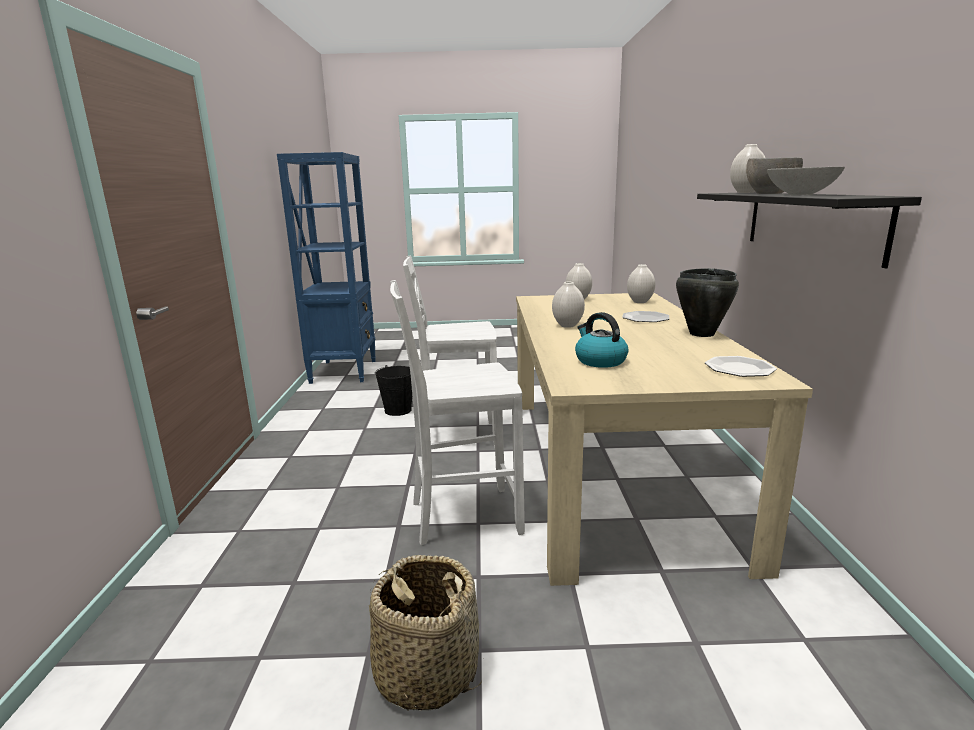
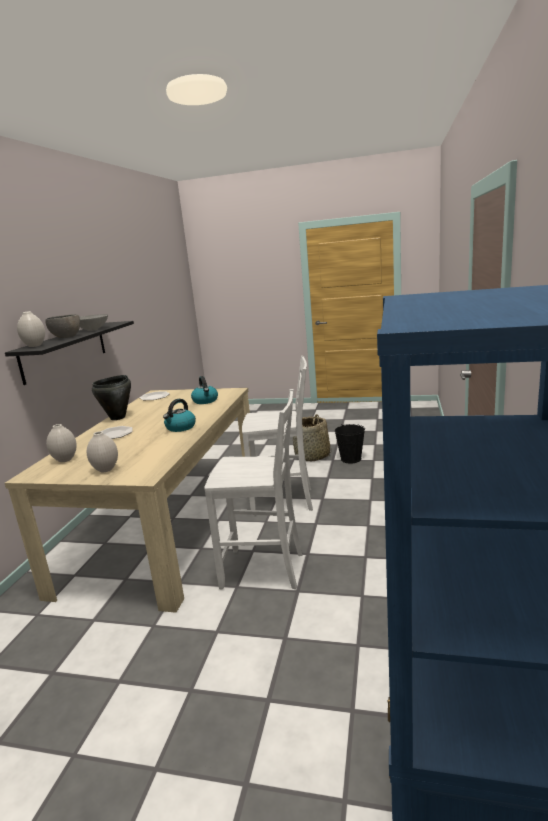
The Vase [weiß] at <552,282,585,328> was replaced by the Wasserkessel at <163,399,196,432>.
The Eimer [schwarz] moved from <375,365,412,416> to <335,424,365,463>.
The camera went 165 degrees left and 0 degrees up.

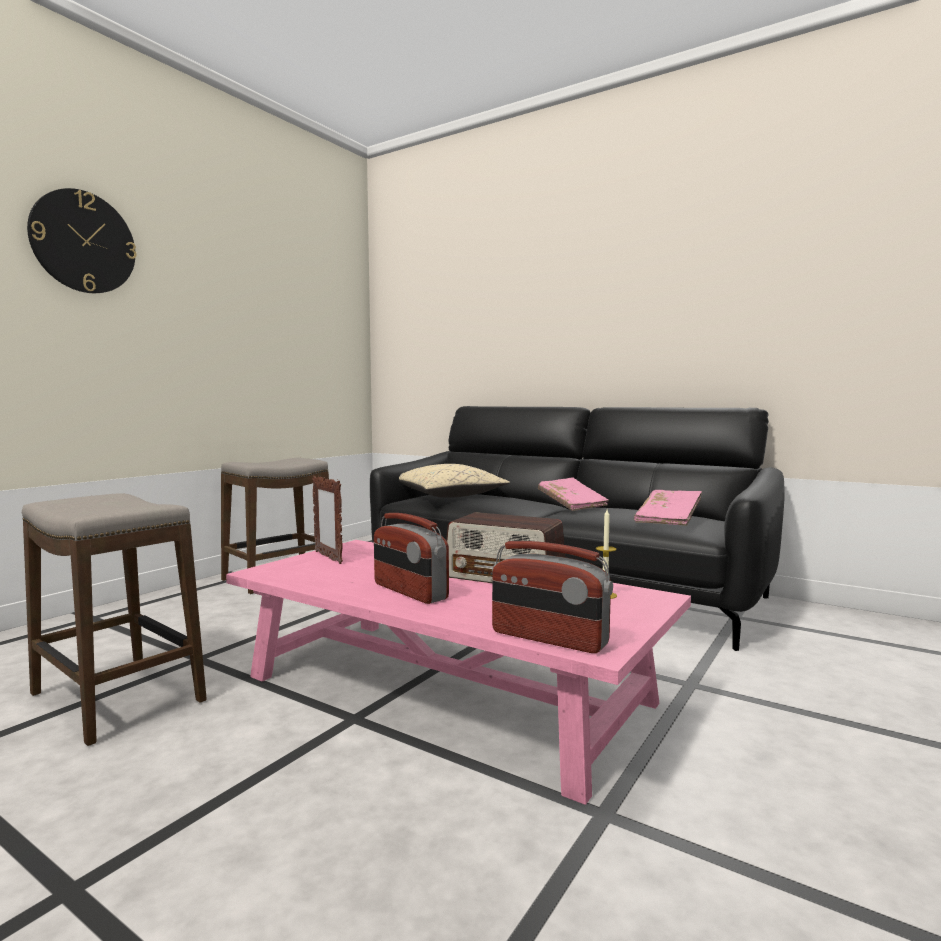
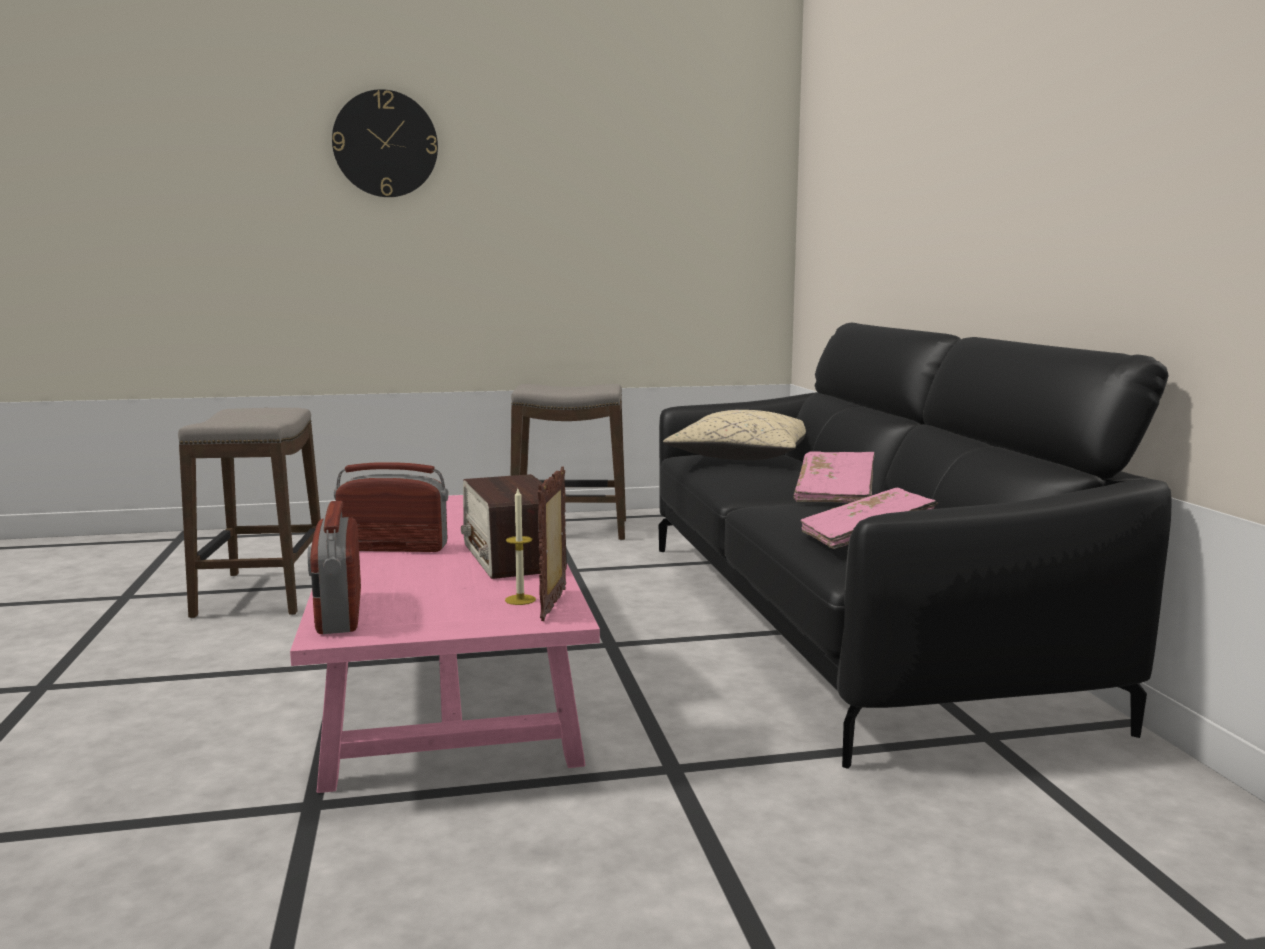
The Bilderrahmen moved from <312,476,343,564> to <537,467,566,621>.
The Radio at <374,513,449,604> turned 90 degrees clockwise.
The camera went 45 degrees right and 5 degrees up.

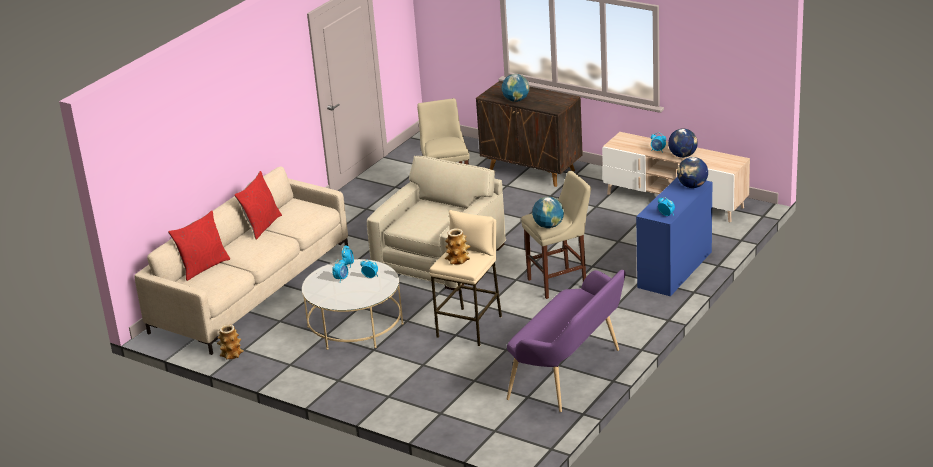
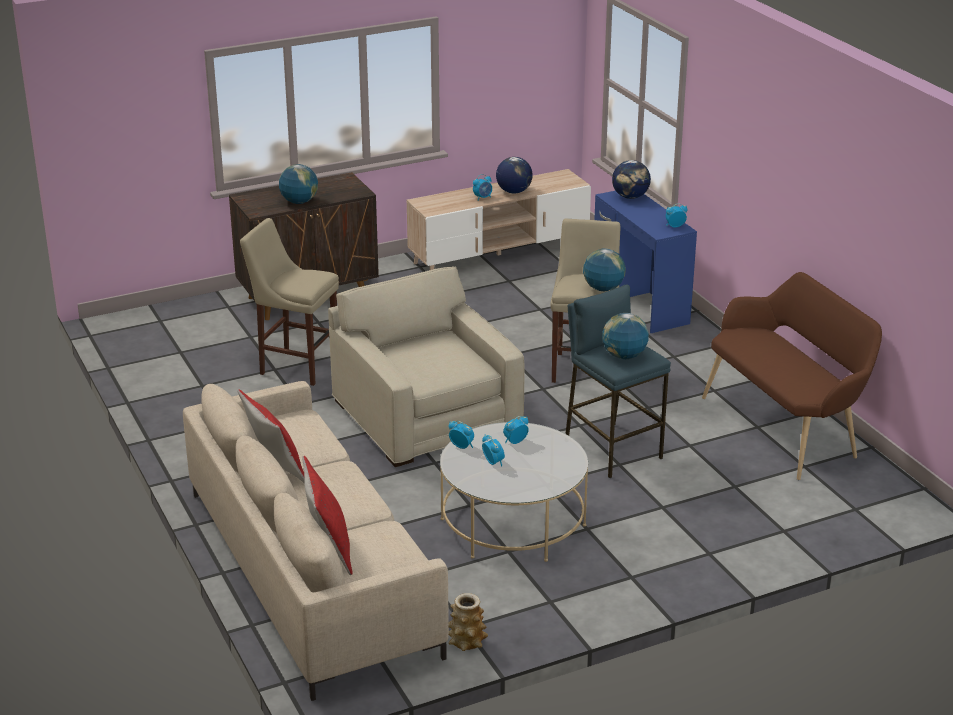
The Hocker [beige] at <430,210,502,346> became the Hocker [blau] at <565,284,671,478>.
The Vase at <445,228,471,265> was replaced by the Globus at <602,313,649,359>.
The Bank [lila] at <507,270,626,412> became the Bank [braun] at <702,272,882,480>.
The camera went 60 degrees left and 0 degrees up.

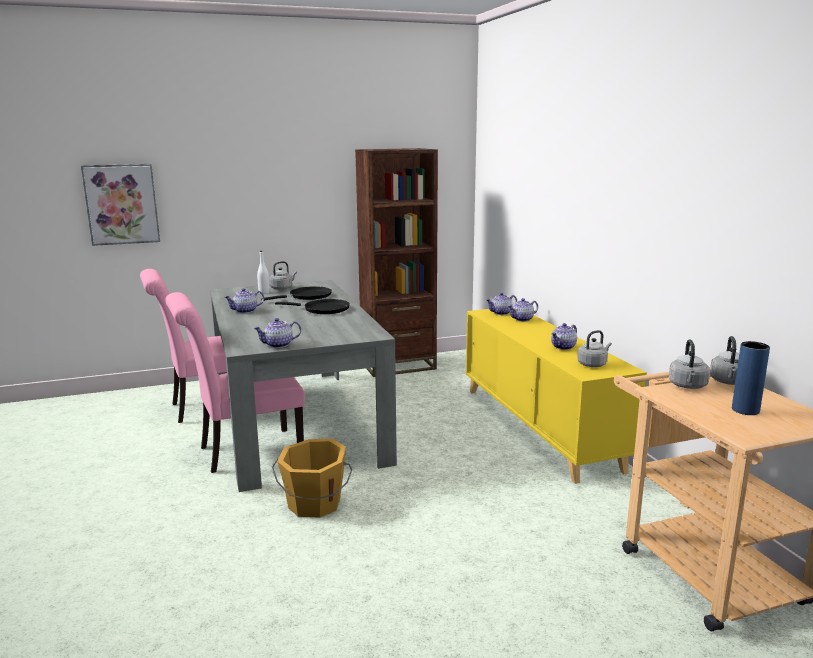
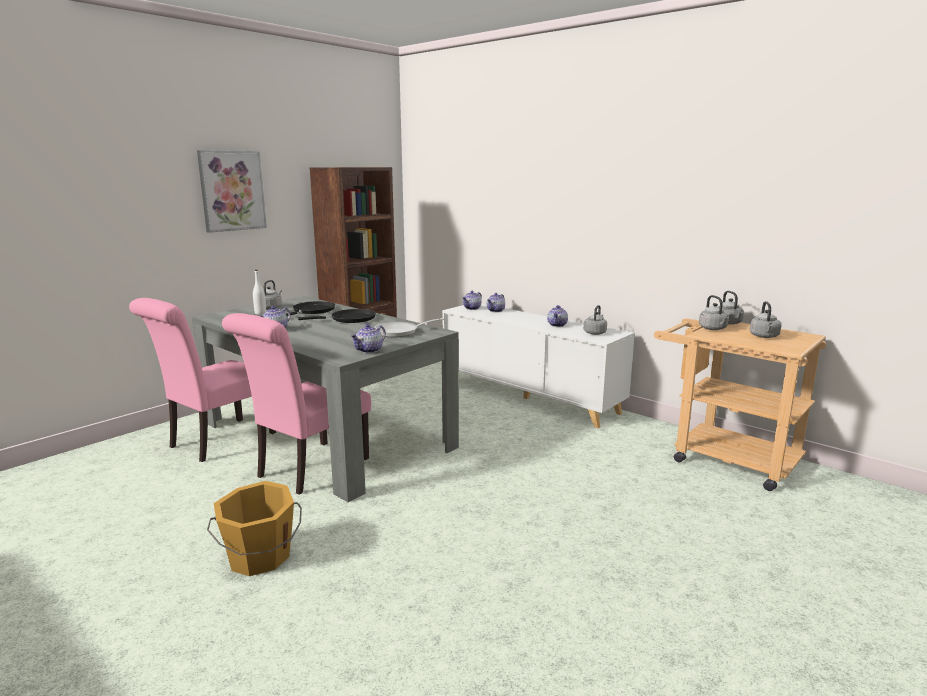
The Bild moved from <81,164,160,246> to <197,150,267,233>.
The Schrank [gelb] at <466,309,647,484> became the Schrank [weiß] at <442,304,635,428>.
The Vase [blau] at <732,341,770,415> was replaced by the Wasserkessel [grau] at <749,301,782,338>.
The Eimer [orange] moved from <272,439,352,518> to <207,481,302,576>.
The Pfanne at <375,318,444,337> appeared.
The camera went 30 degrees left and 0 degrees up.

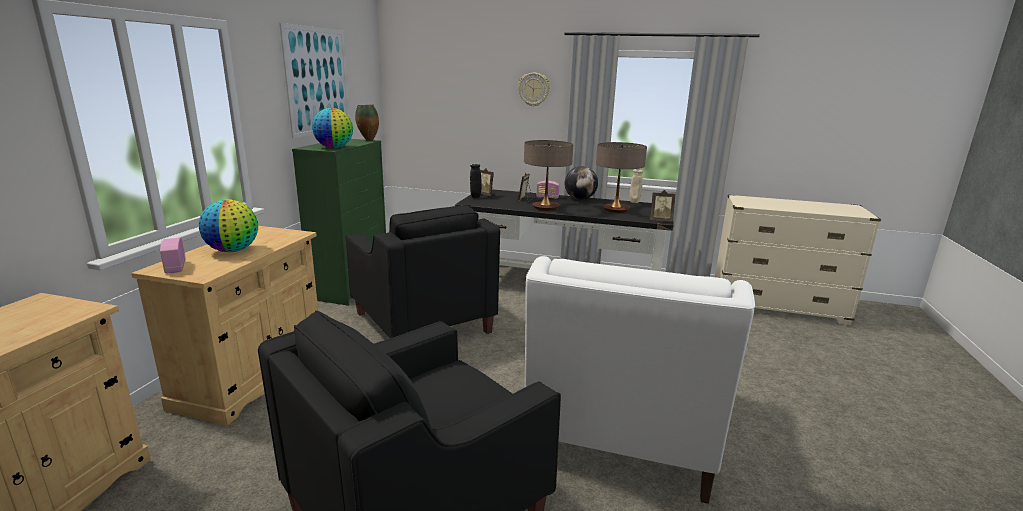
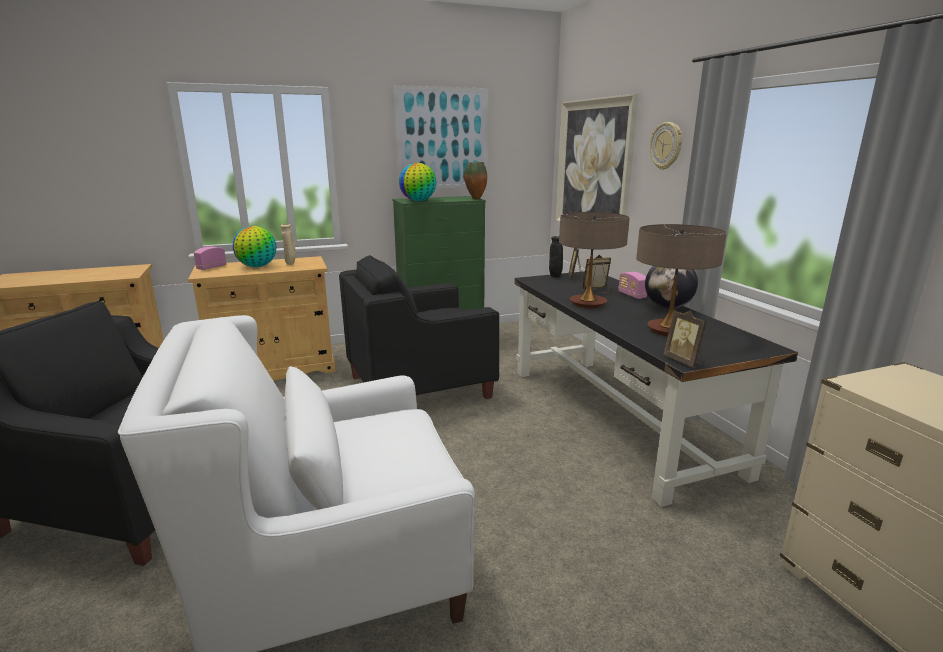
The Vase [beige] moved from <630,169,643,203> to <281,224,296,265>.
The Sessel [schwarz] at <346,205,500,338> turned 45 degrees clockwise.
The Bild at <556,94,639,222> appeared.
The camera went 55 degrees right and 0 degrees up.

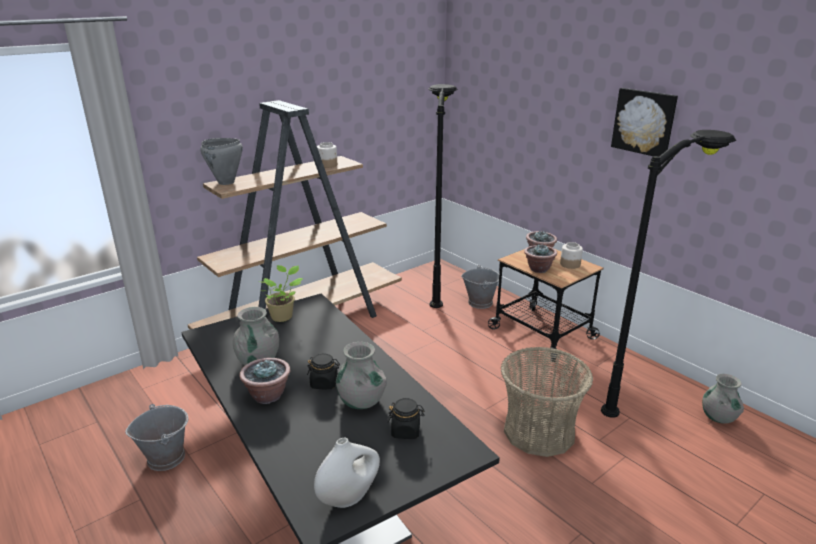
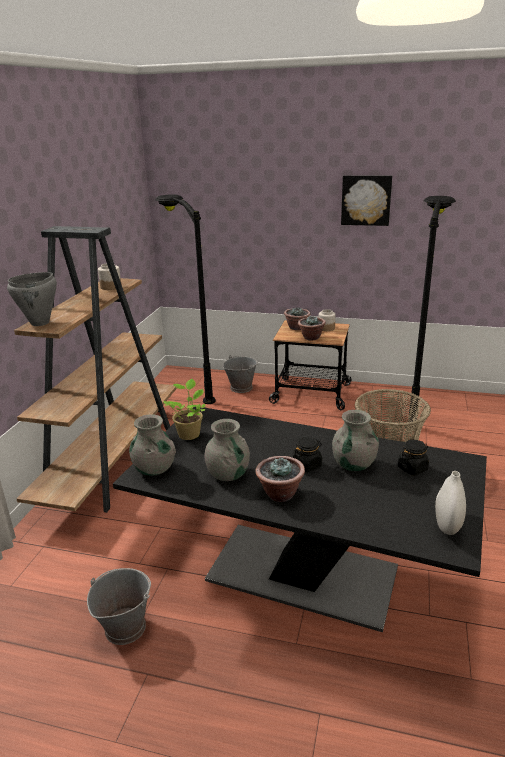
The Vase [grau] moved from <702,374,744,424> to <129,414,176,476>.
The camera went 35 degrees left and 0 degrees up.

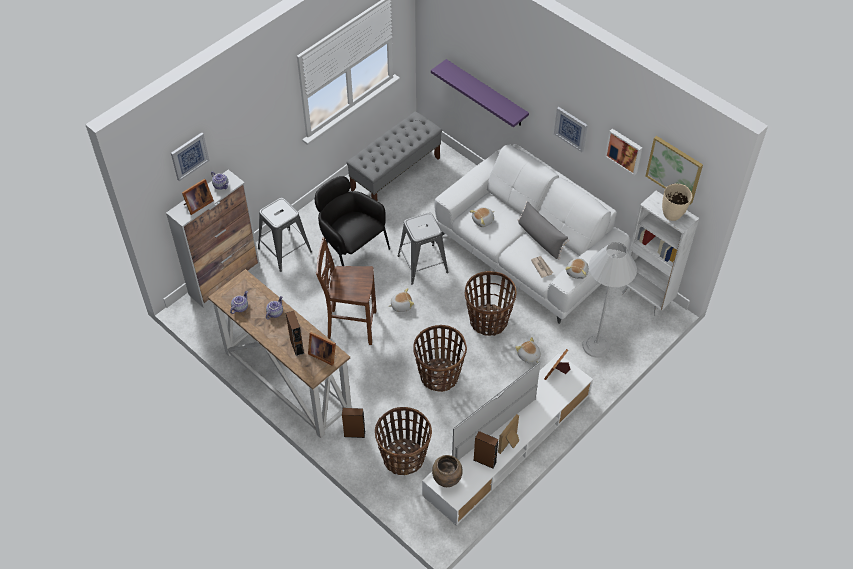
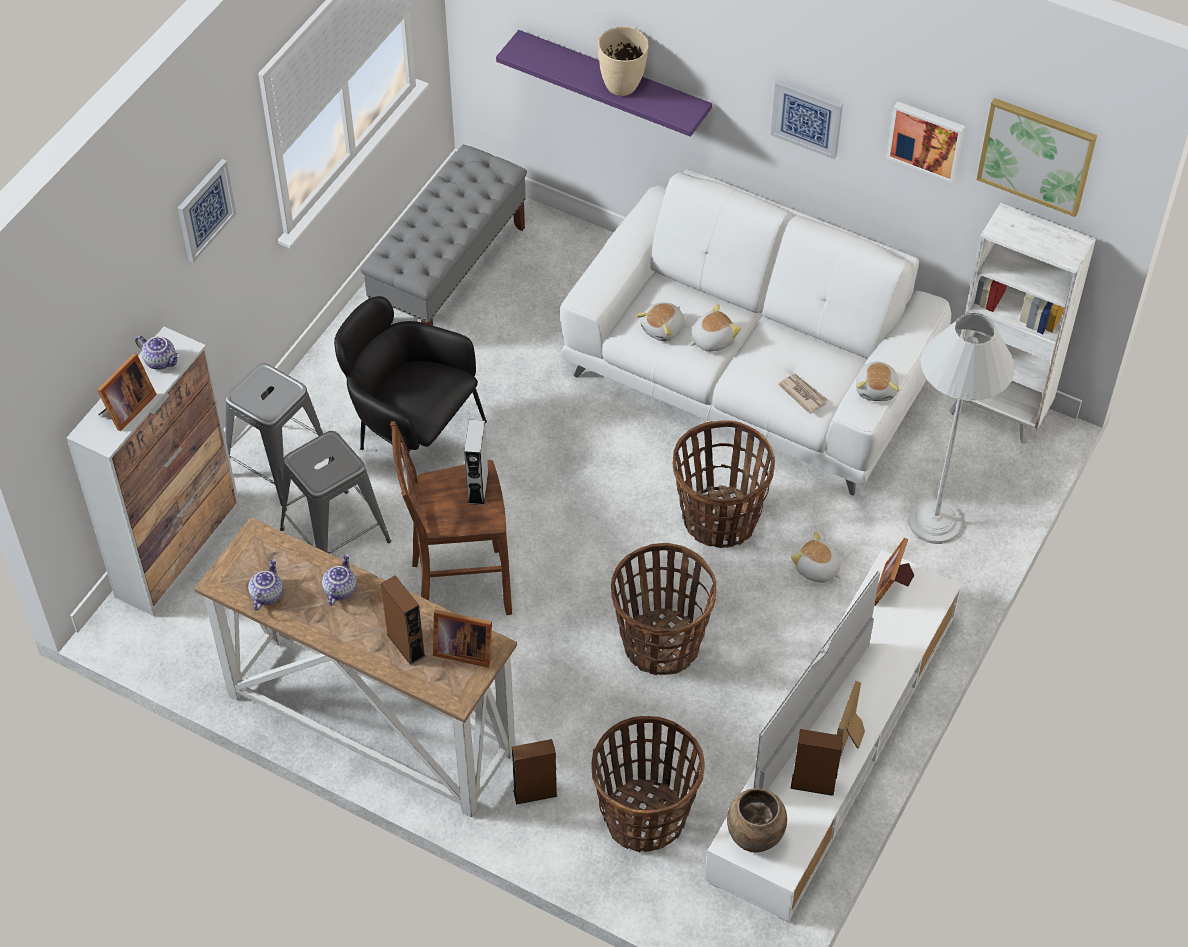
The Bild moved from <171,132,209,181> to <178,159,236,263>.
The Vase [beige] moved from <662,184,692,221> to <598,26,649,96>.
The Kissen [grau] at <518,201,569,259> disappeared.
The Hocker [grau] moved from <398,213,448,285> to <280,431,391,554>.
The Plüschtier moved from <388,288,414,312> to <690,304,741,352>.
The Lautsprecher [grau] at <464,420,489,505> appeared.
The camera went 15 degrees left and 0 degrees up.

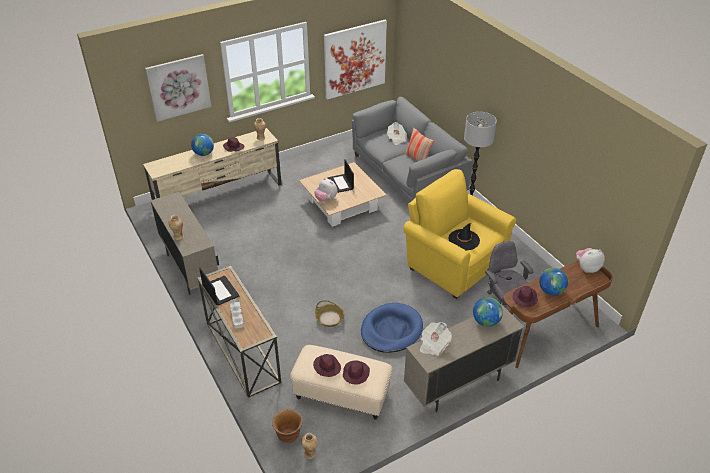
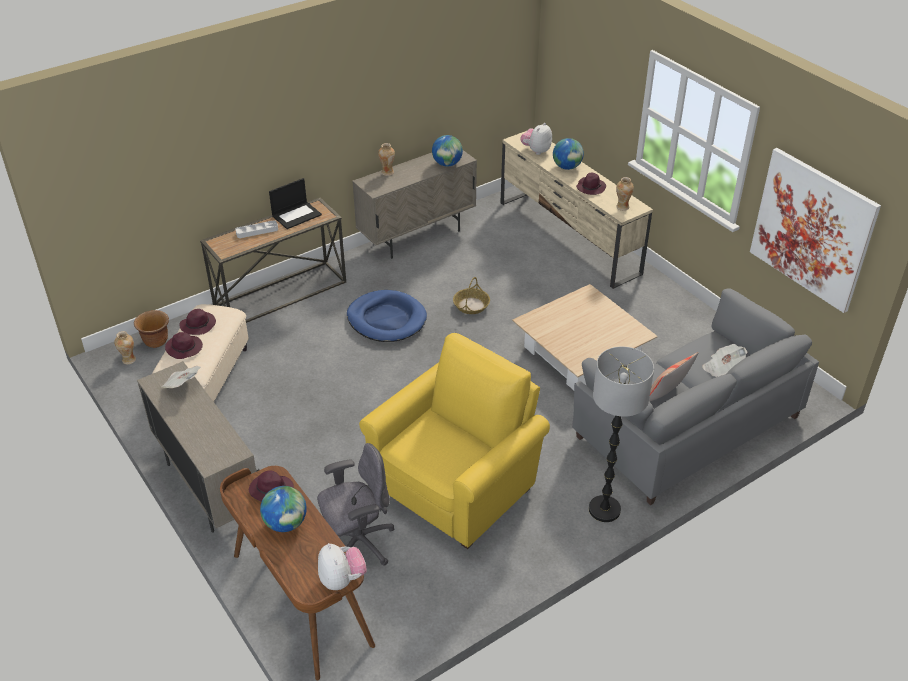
The Bild at <145,54,211,122> disappeared.
The Laptop at <327,159,354,193> disappeared.
The Plüschtier moved from <314,178,338,202> to <520,123,552,155>.
The Hut [schwarz] at <448,223,480,250> disappeared.
The Globus moved from <473,297,503,327> to <432,135,463,167>.
The Korb moved from <315,300,345,327> to <453,277,490,314>.
The Hundebett [blau] moved from <361,303,423,353> to <347,290,427,342>.
The camera went 85 degrees right and 0 degrees up.

